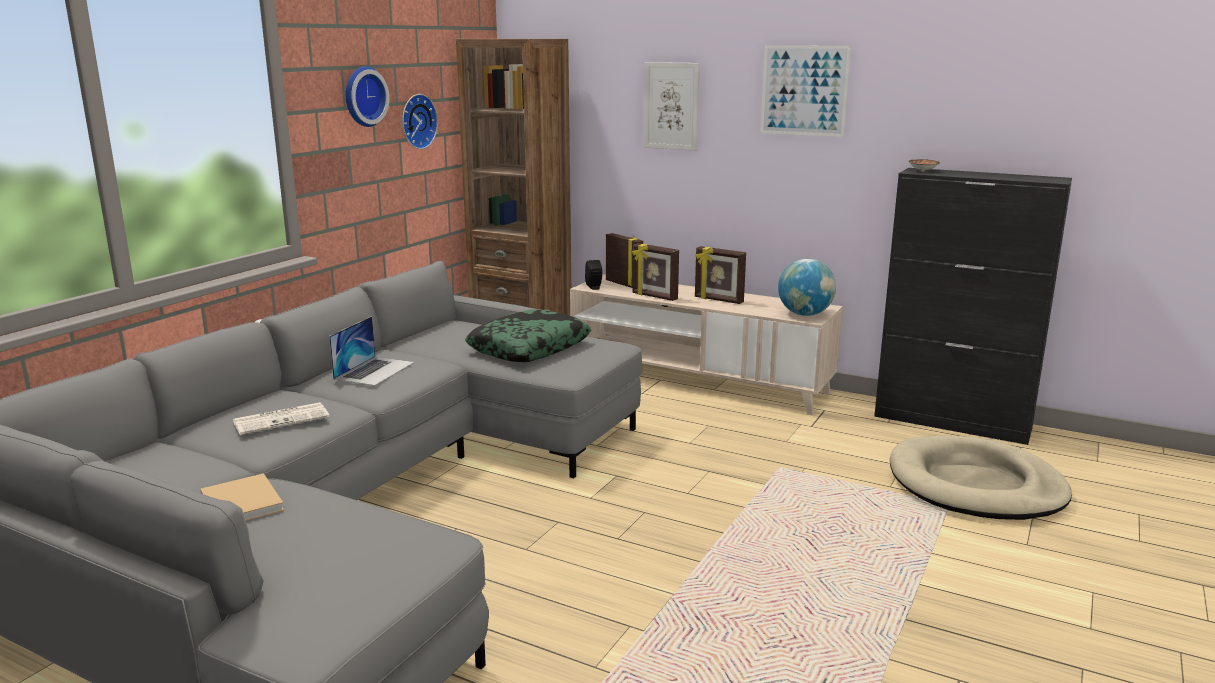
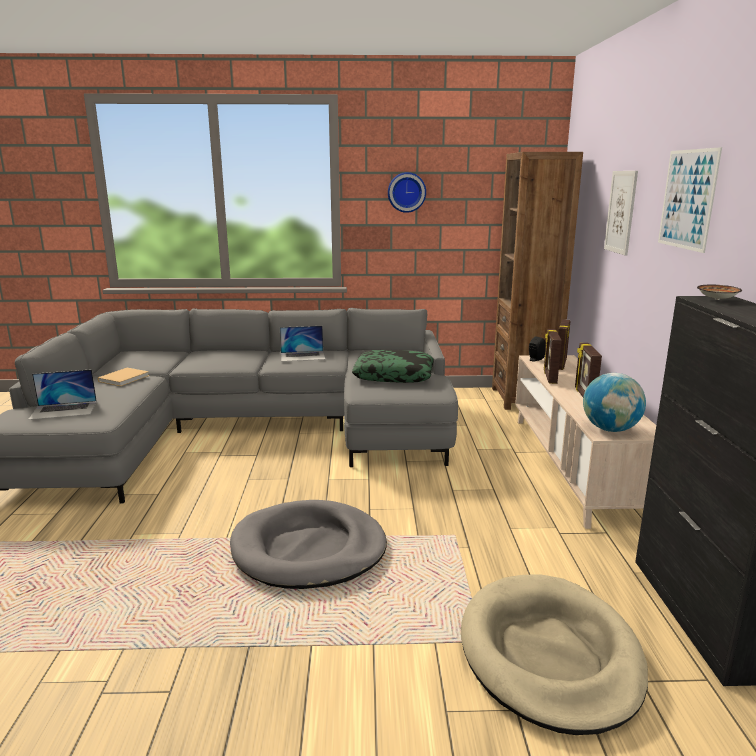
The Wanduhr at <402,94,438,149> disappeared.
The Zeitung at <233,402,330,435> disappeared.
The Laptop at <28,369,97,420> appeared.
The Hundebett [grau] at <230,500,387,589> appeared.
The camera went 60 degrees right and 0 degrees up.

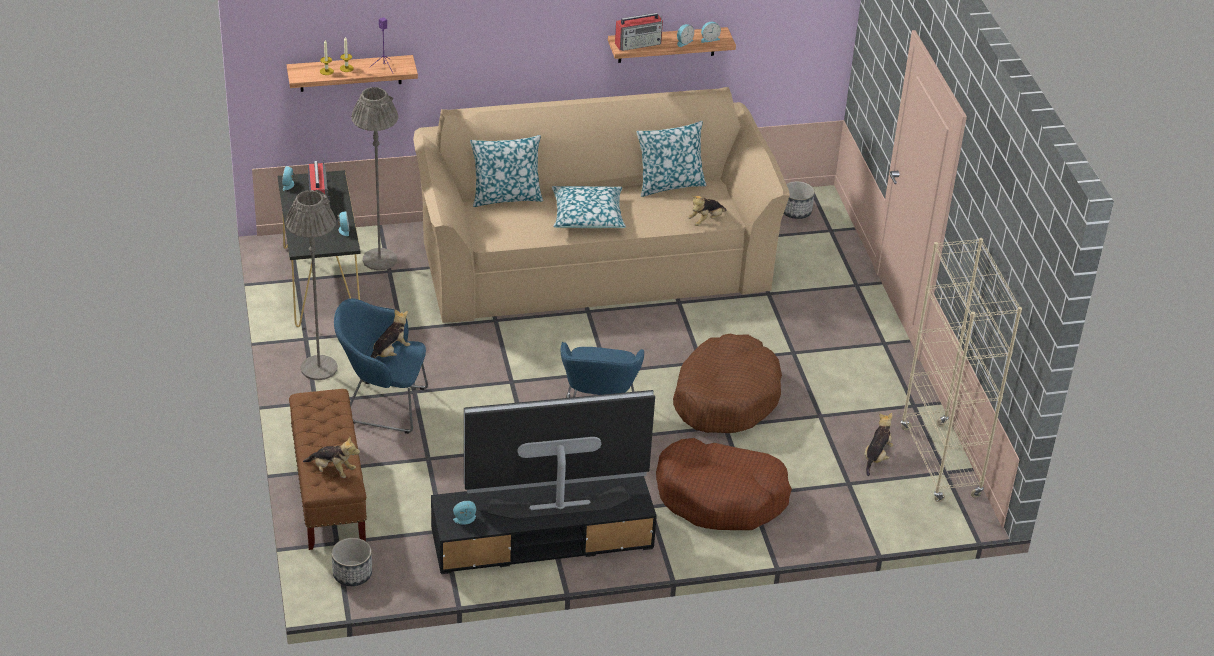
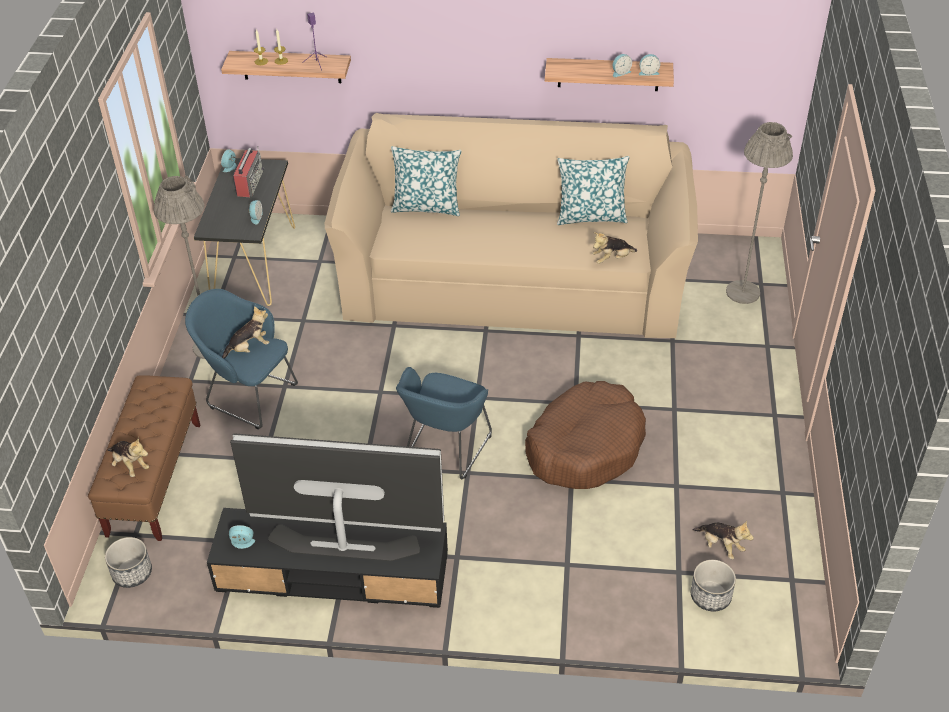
The Radio at <615,13,663,51> disappeared.
The Stehlampe [grau] moved from <351,87,398,271> to <726,122,793,304>.
The Pflanzkübel moved from <784,181,815,219> to <691,560,736,611>.
The Kissen at <552,186,626,228> disappeared.
The Bücherregal [beige] at <901,238,1022,502> disappeared.
The Plüschtier at <864,413,894,476> turned 90 degrees clockwise.
The Hundebett [braun] at <656,438,792,530> disappeared.
The camera went 20 degrees right and 5 degrees up.

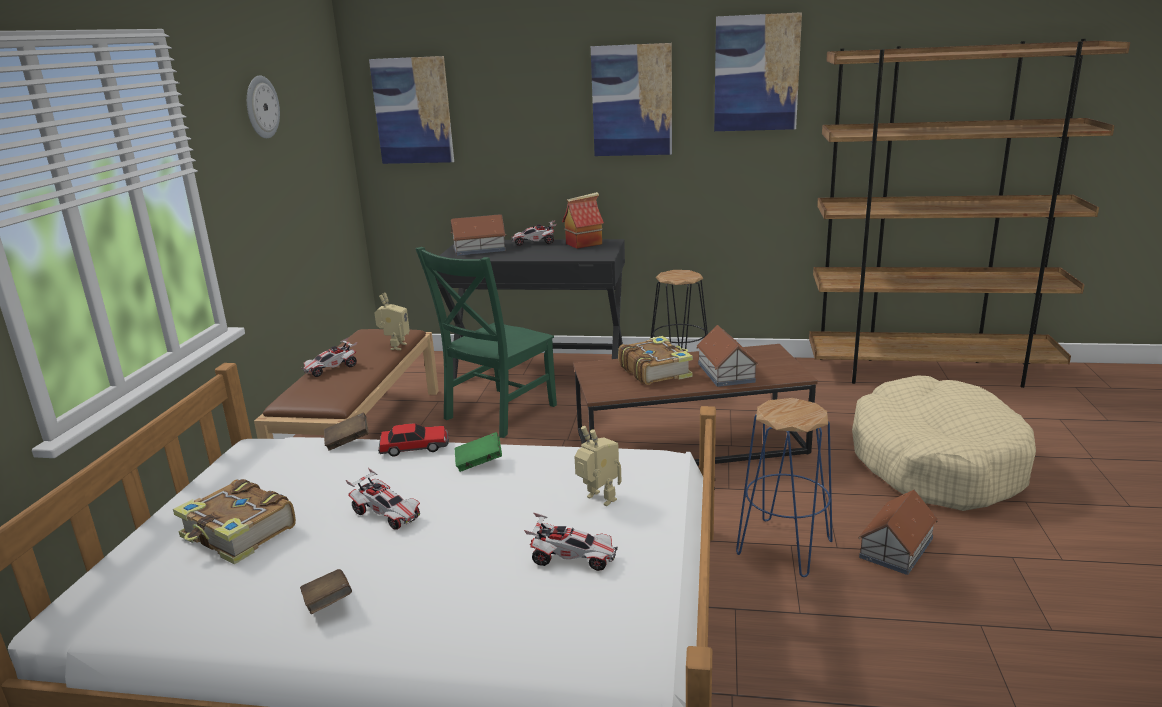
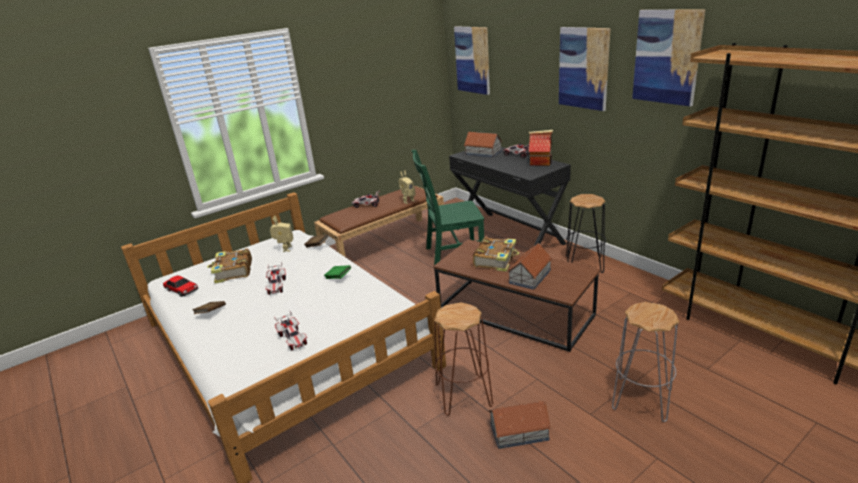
The Wanduhr at <247,76,280,139> disappeared.
The Hundebett [beige] at <852,375,1036,511> was replaced by the Hocker [grau] at <612,302,679,422>.
The Hocker [blau] at <736,398,833,577> became the Hocker [braun] at <434,302,493,416>.
The Spielzeugauto moved from <378,423,449,457> to <163,275,198,297>.
The Spielzeugroboter moved from <574,426,621,506> to <270,216,293,252>.
The camera went 45 degrees right and 5 degrees up.

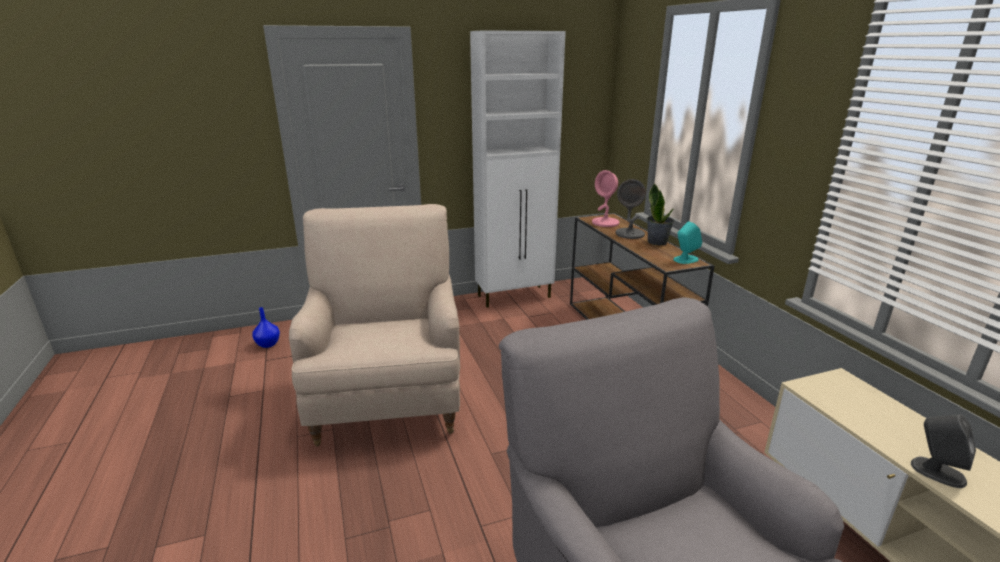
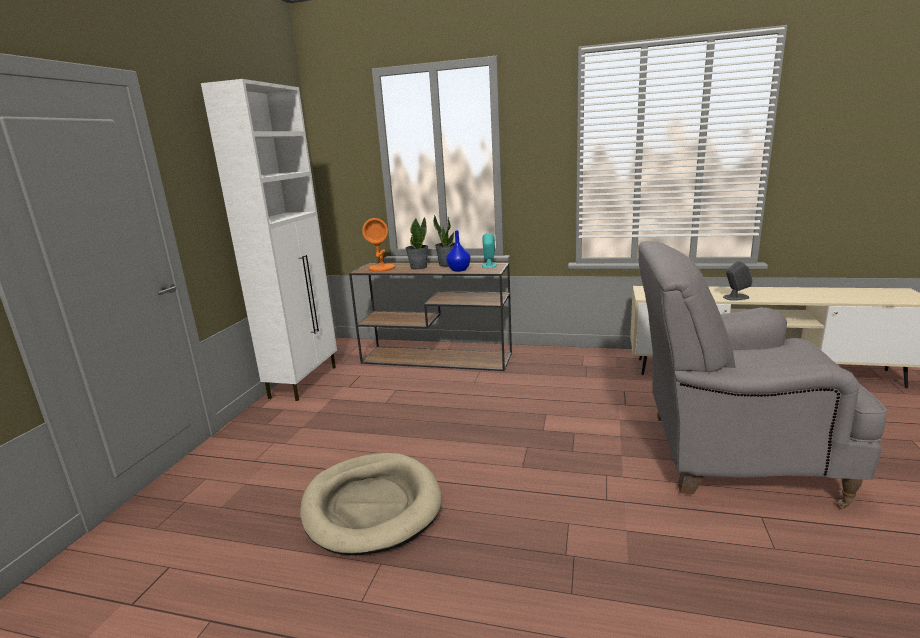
The Tischlampe [rosa] at <592,170,619,227> became the Tischlampe [orange] at <362,218,395,272>.
The Tischlampe [grau] at <615,179,646,239> was replaced by the Topfpflanze at <406,217,428,270>.
The Sessel [beige] at <289,204,460,447> was replaced by the Hundebett [beige] at <300,453,442,556>.
The Vase [blau] moved from <252,307,280,348> to <446,230,471,272>.
The camera went 55 degrees left and 5 degrees down.

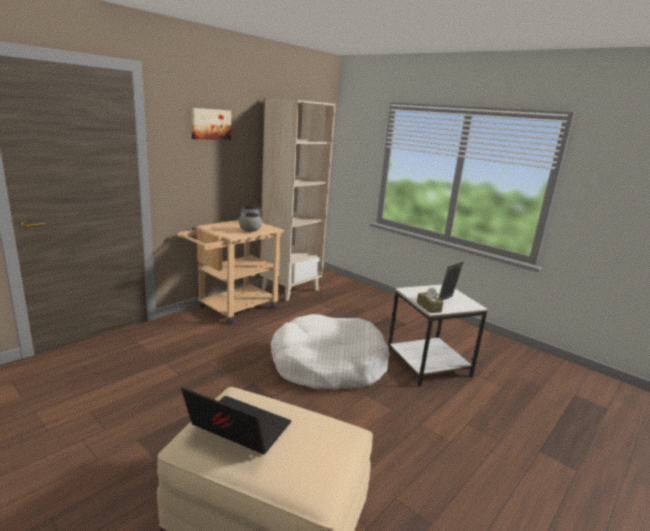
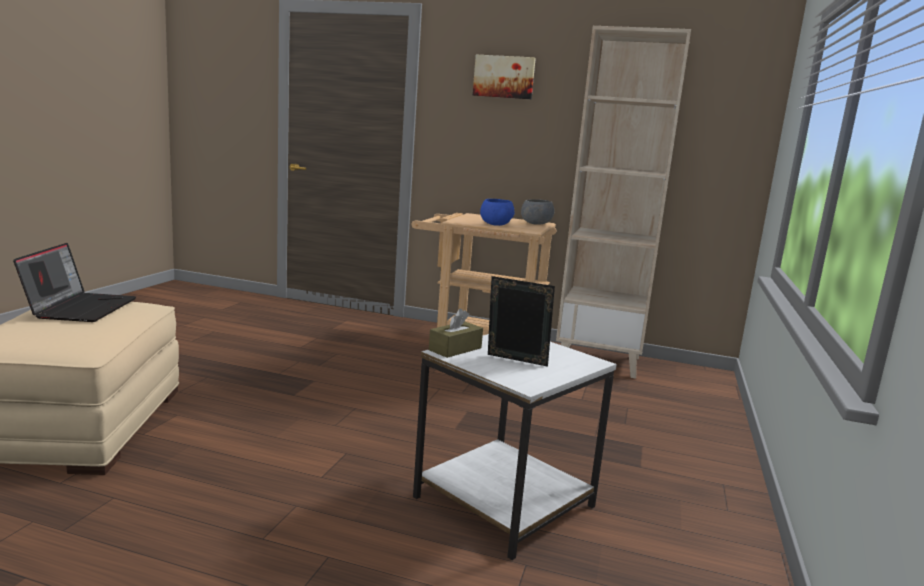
The Schüssel [grau] at <239,213,262,232> became the Schüssel [blau] at <480,199,514,226>.
The Hundebett [weiß] at <270,314,390,390> disappeared.
The camera went 65 degrees right and 5 degrees down.

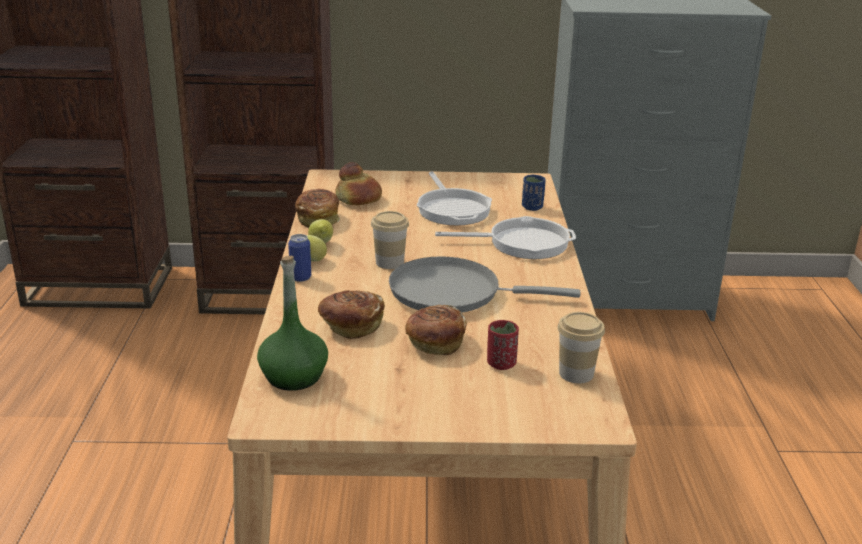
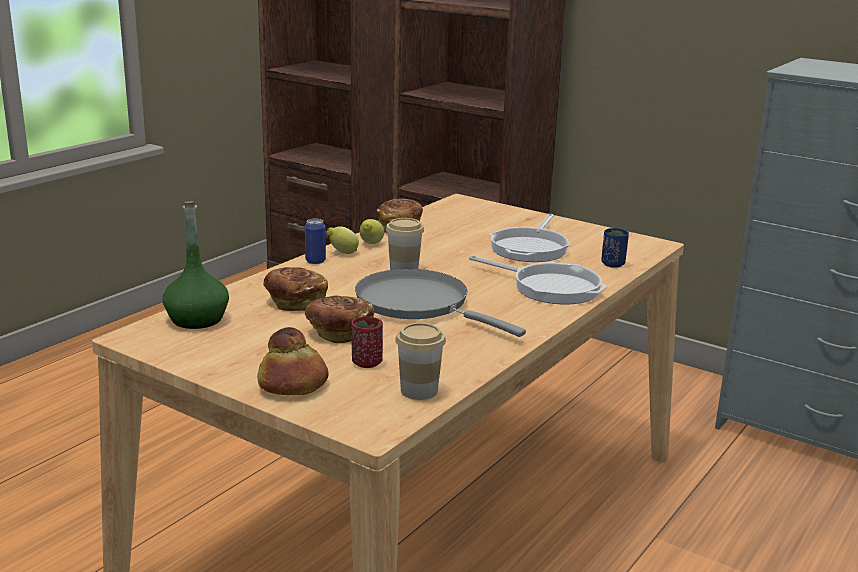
The Brot moved from <335,162,382,205> to <257,327,329,395>.
The camera went 35 degrees right and 5 degrees down.

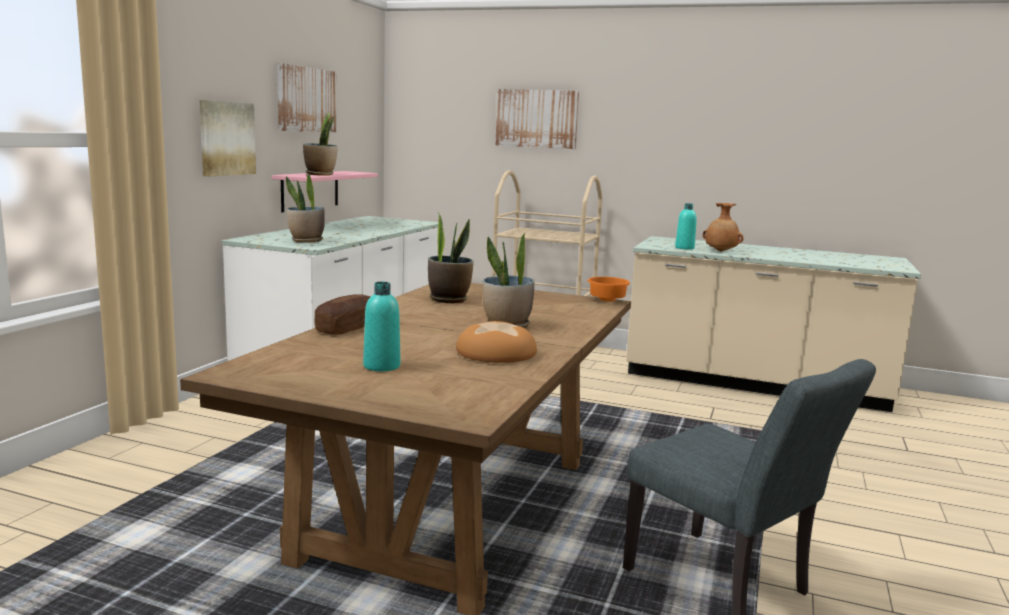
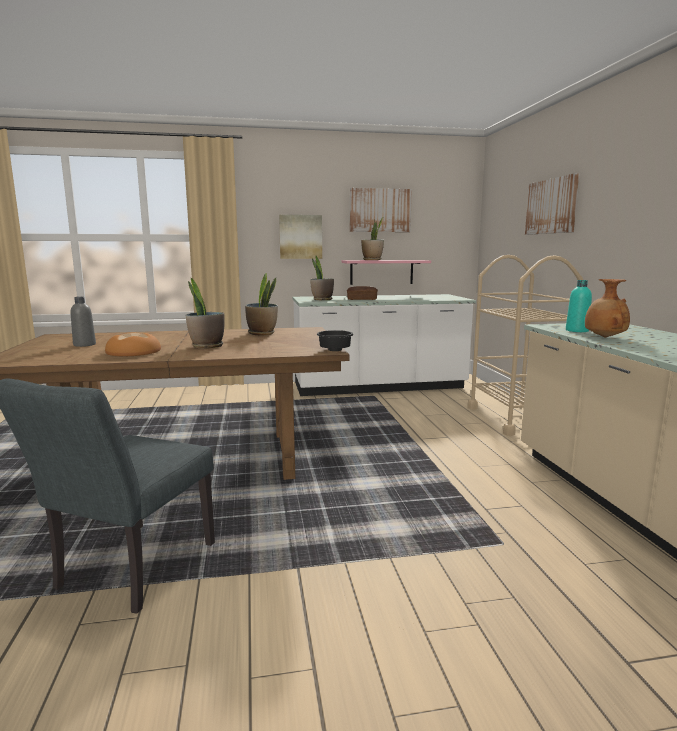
The Schüssel [orange] at <588,277,630,301> became the Schüssel [schwarz] at <317,330,353,351>.
The Flasche [türkis] at <363,282,400,371> became the Flasche [grau] at <71,297,96,347>.
The Brot moved from <314,294,371,335> to <347,286,378,300>.
The camera went 60 degrees right and 0 degrees up.

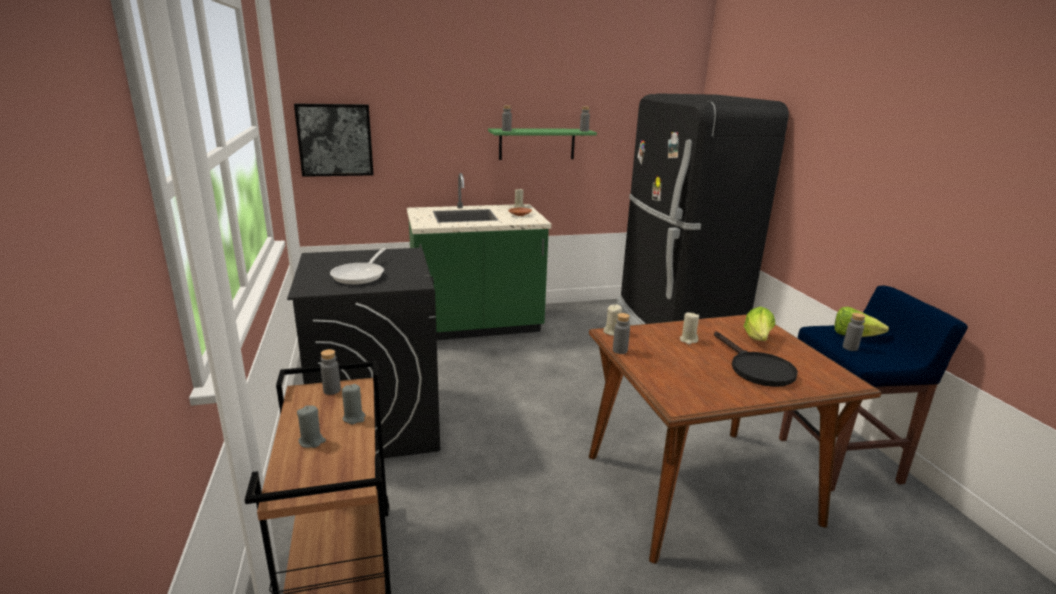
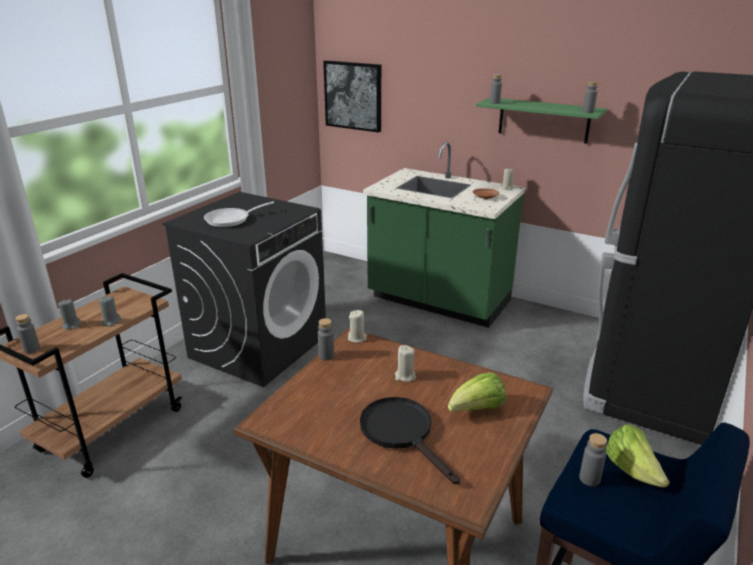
The Pfanne [schwarz] at <714,331,798,387> turned 120 degrees clockwise.
The Flasche [grau] moved from <320,349,341,395> to <15,314,40,354>.
The camera went 45 degrees right and 5 degrees up.

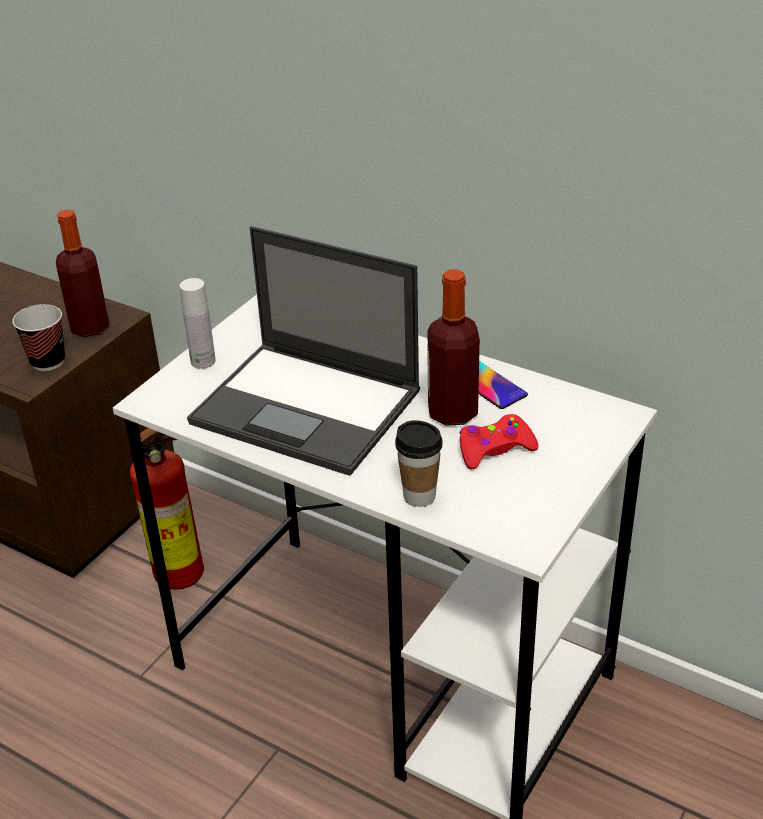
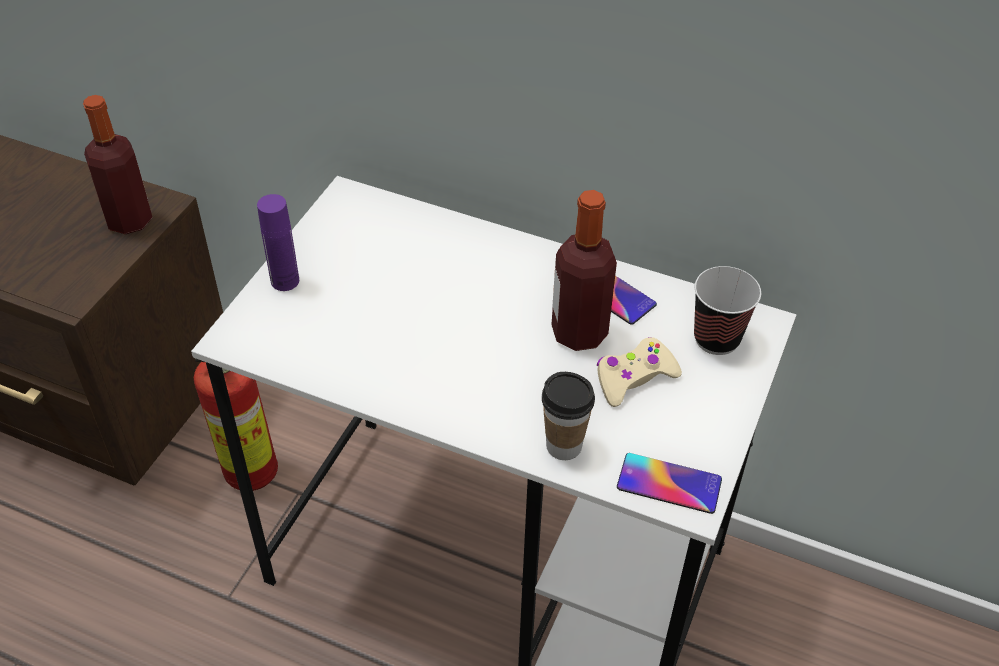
The Laptop at <187,226,420,476> disappeared.
The Flasche [weiß] at <180,278,216,369> became the Flasche [lila] at <257,194,299,291>.
The Tasse moved from <12,304,65,371> to <694,266,761,355>.
The Gamepad [rot] at <460,414,539,469> became the Gamepad [beige] at <597,337,682,407>.
The Handy at <617,453,722,514> appeared.
The camera went 10 degrees left and 10 degrees up.

